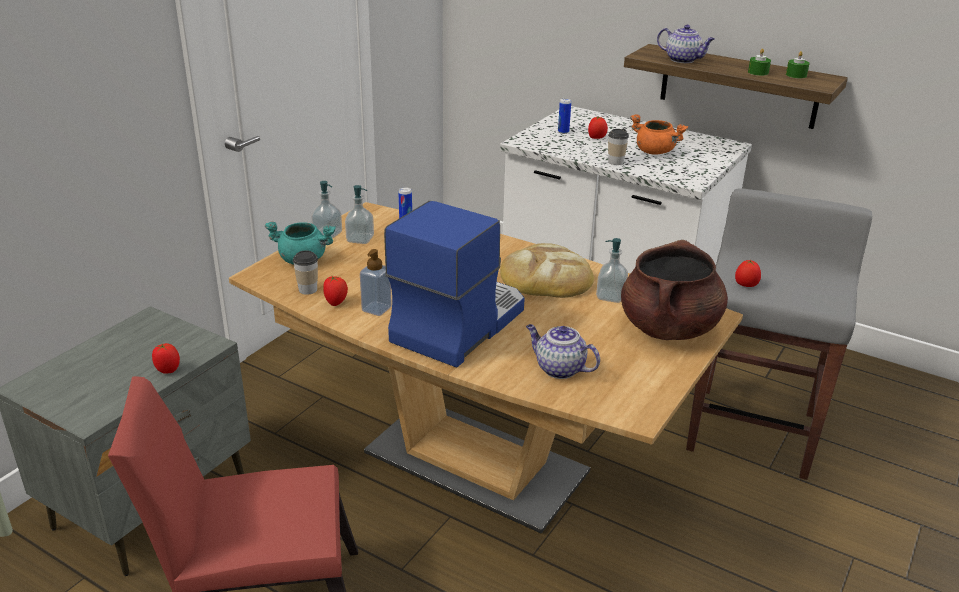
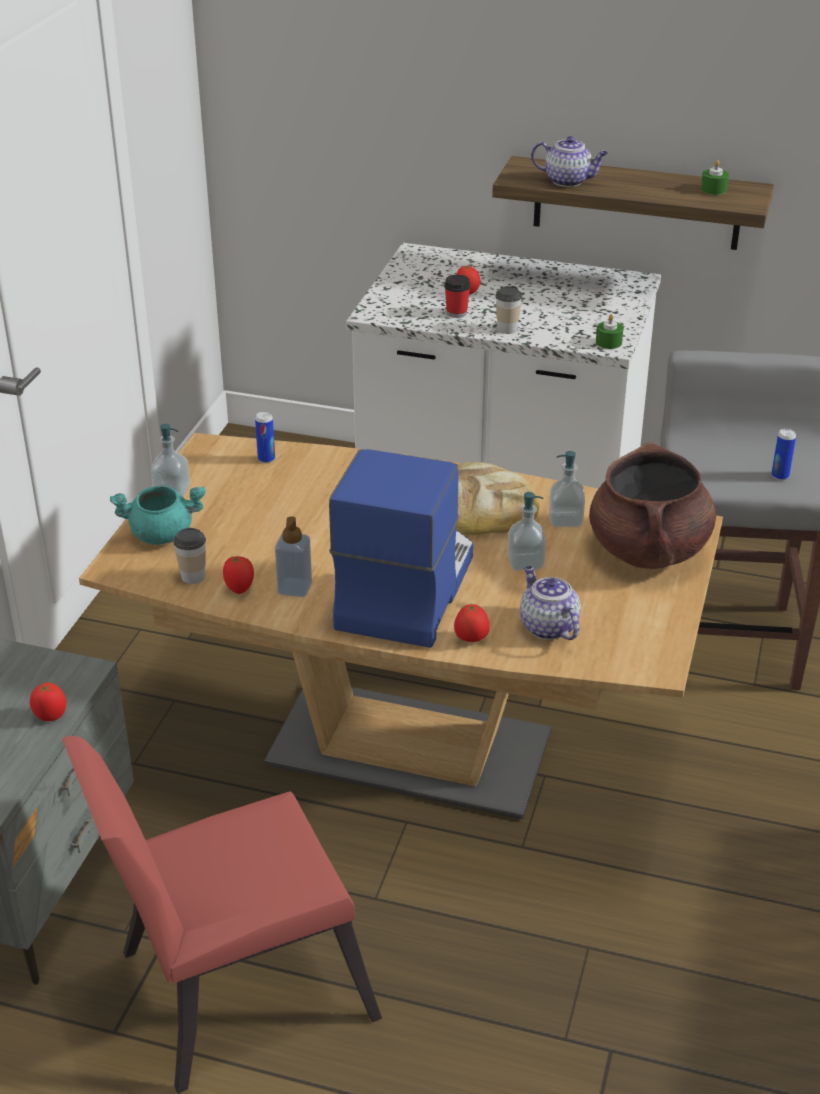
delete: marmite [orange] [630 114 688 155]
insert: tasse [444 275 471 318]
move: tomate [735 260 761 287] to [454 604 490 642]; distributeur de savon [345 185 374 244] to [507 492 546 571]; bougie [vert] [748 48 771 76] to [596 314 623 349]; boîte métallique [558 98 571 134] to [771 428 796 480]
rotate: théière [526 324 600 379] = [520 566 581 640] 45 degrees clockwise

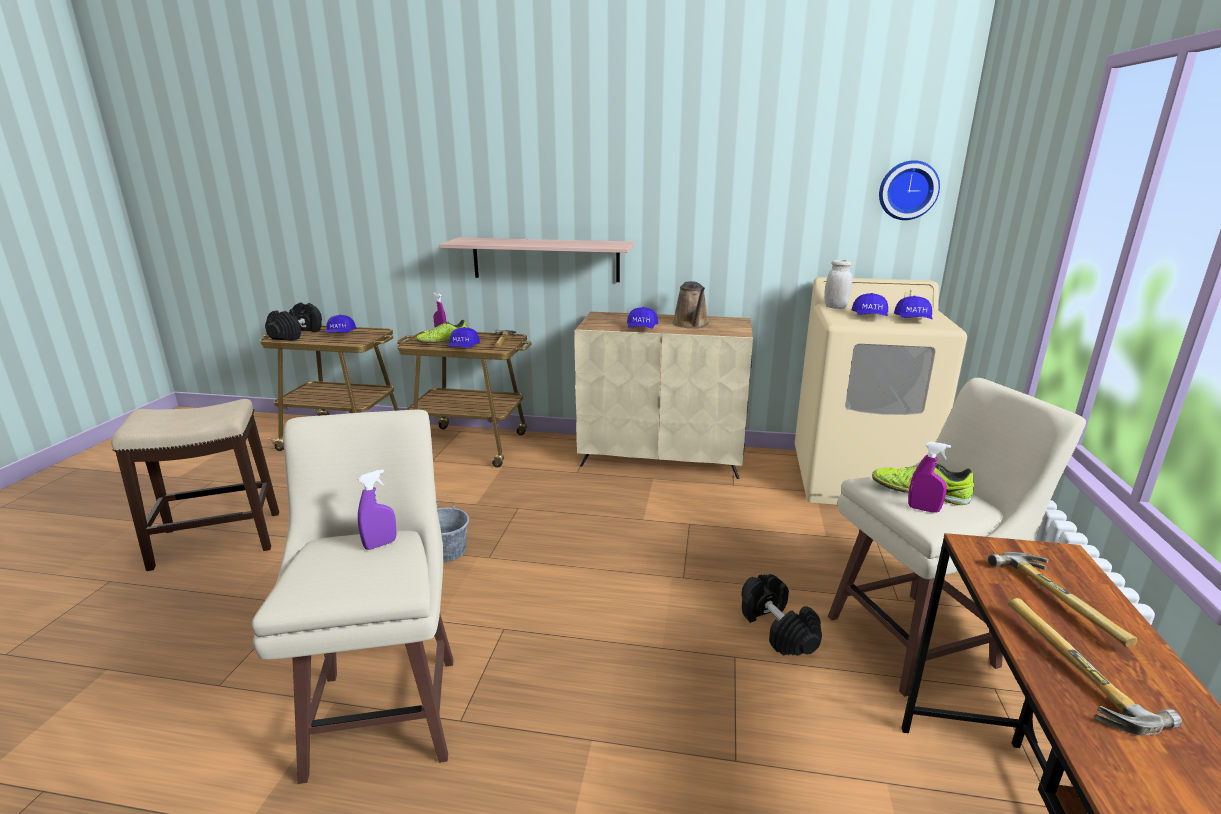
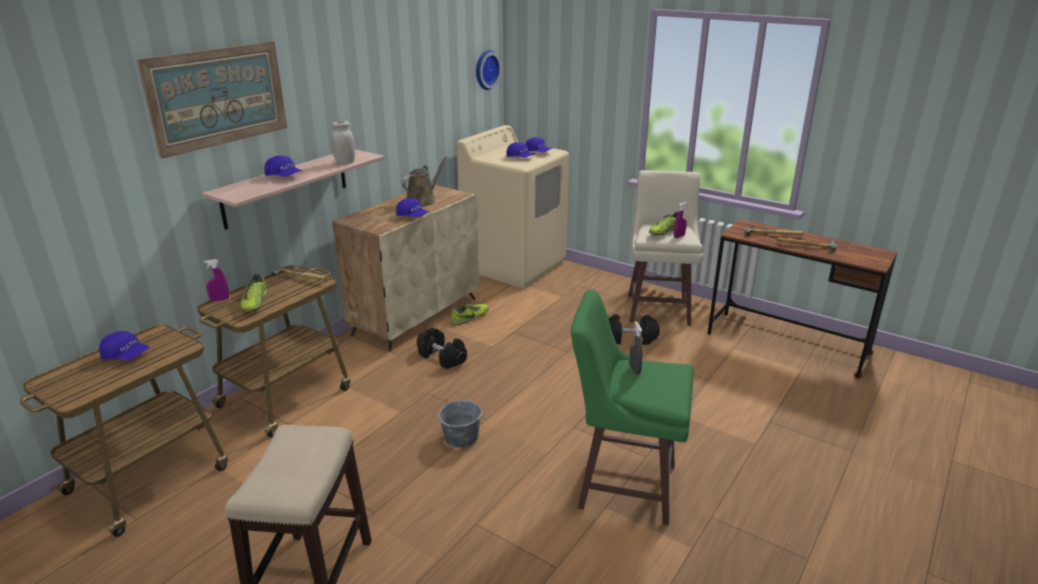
insert: tableau [137 41 287 159]; chaussure [451 304 489 325]
move: casquette [bleu] [447 327 480 348] to [264 156 303 177]; bocal [blanc] [824 260 852 309] to [332 121 355 164]; haltère [noir] [265 302 322 341] to [417 328 467 369]
recolor: tabouret [beige] [252 410 453 784] to tabouret [vert] [571 289 694 525]; vaporisateur [violet] [358 469 397 550] to vaporisateur [gris] [629 321 642 375]
rotate: arrosoir [marron] [673 281 709 328] = [402 156 448 207] 75 degrees counterclockwise

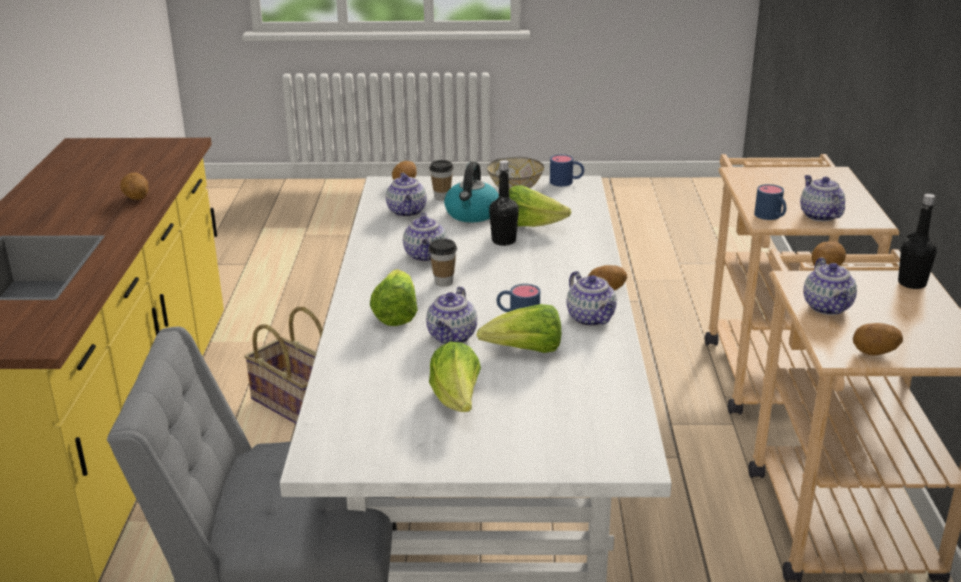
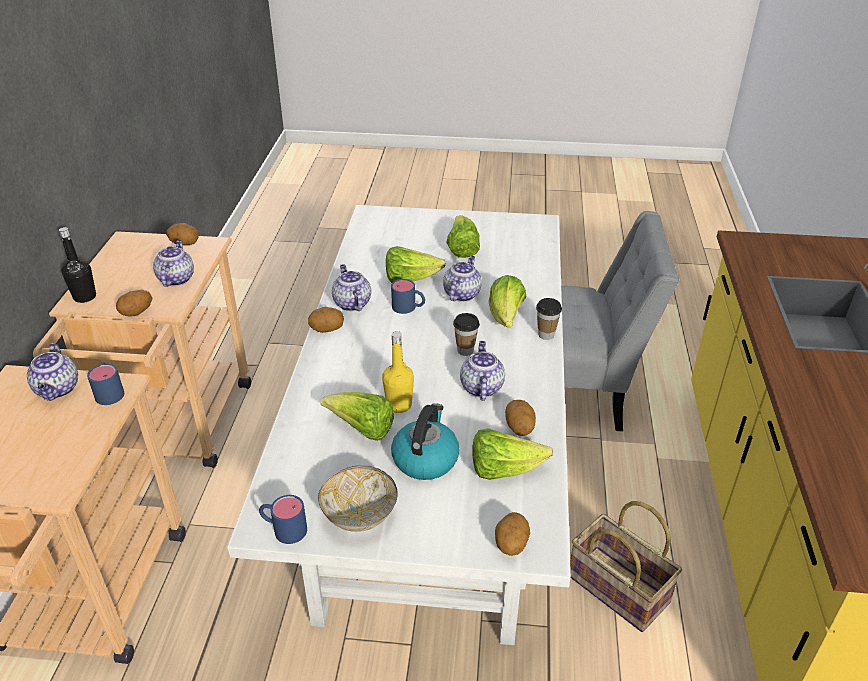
move: pomme de terre [120 172 148 200] to [505 400 536 436]; tasse [429 160 454 201] to [536 298 562 340]
replace: théière [386 173 427 217] to laitue [472 428 553 480]
recolor: bouteille [noir] [489 160 519 246] to bouteille [jaune] [382 331 414 413]

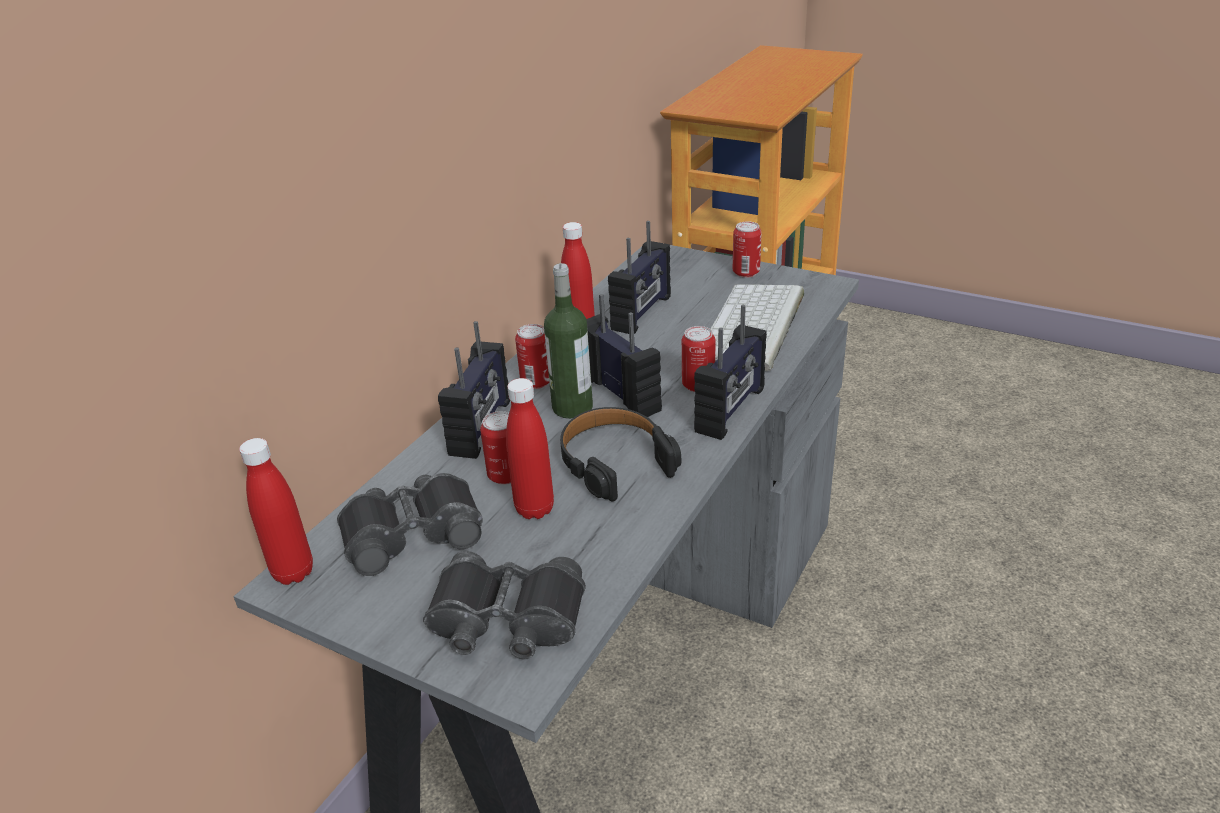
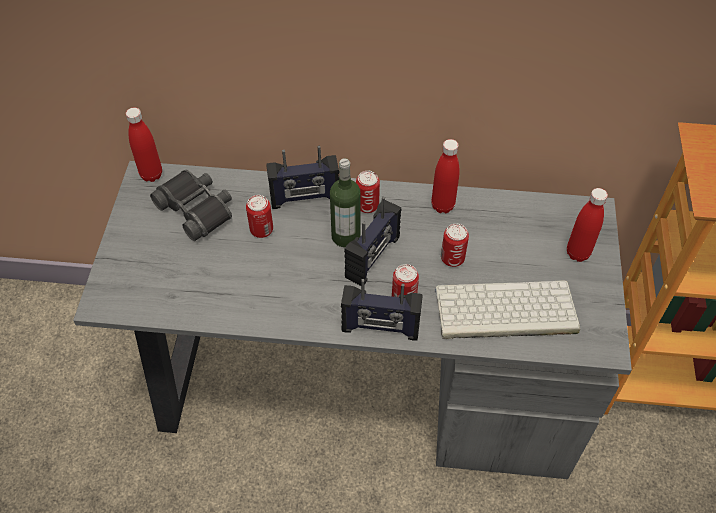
delete: jumelles [noir] [423 551 586 659]; casque audio [noir] [560 407 681 501]; radio [608 221 671 334]
move: boîte métallique [733 221 762 277] to [441 224 469 267]; bouteille [rouge] [506 378 554 519] to [567 188 608 262]

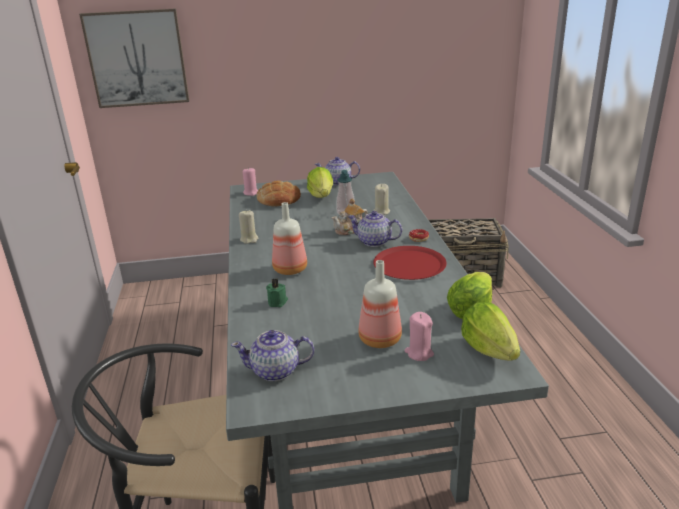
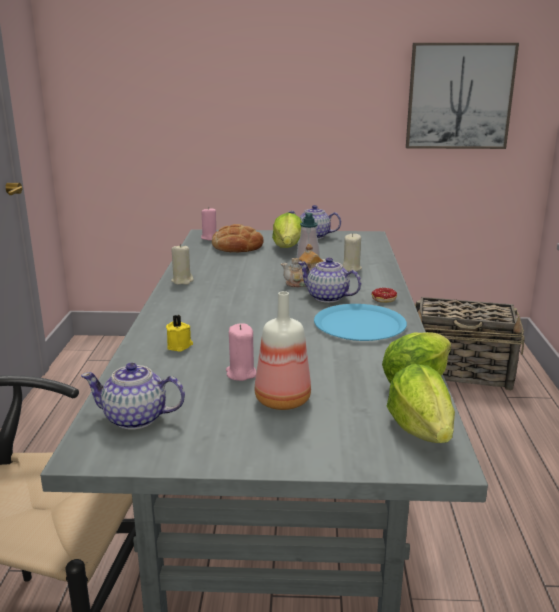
delete: bouteille [272 202 307 275]
move: bougie [rose] [405 312 434 361] to [226 323 256 381]; tableau [79 9 189 108] to [406 43 519 149]
recolor: bougie [vert] [266 278 288 307] to bougie [jaune] [166 315 193 351]; assiette [rouge] [373 246 447 280] to assiette [bleu] [314 304 407 341]

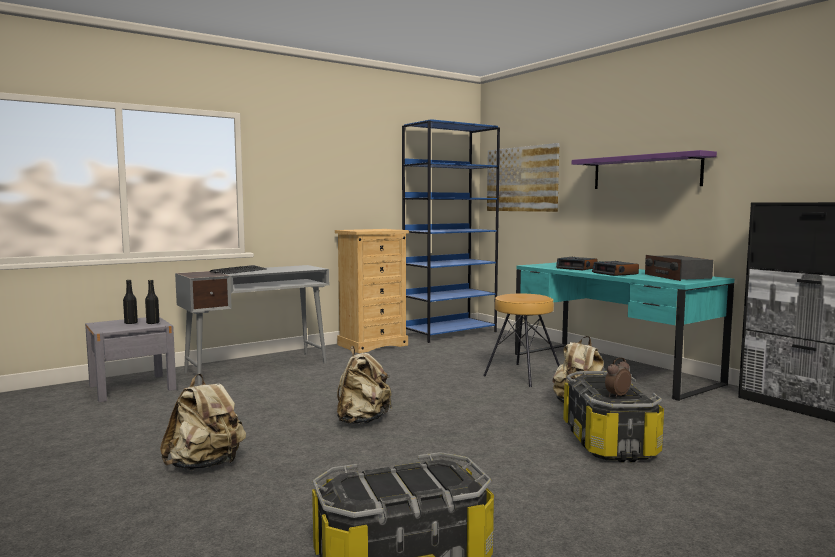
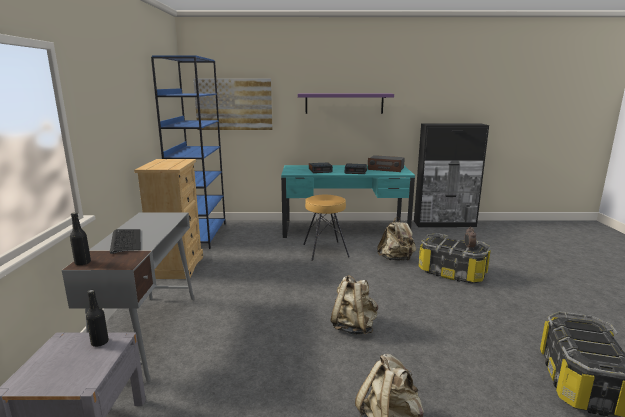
move: bouteille [noir] [123 280 138 324] to [70 212 91 265]

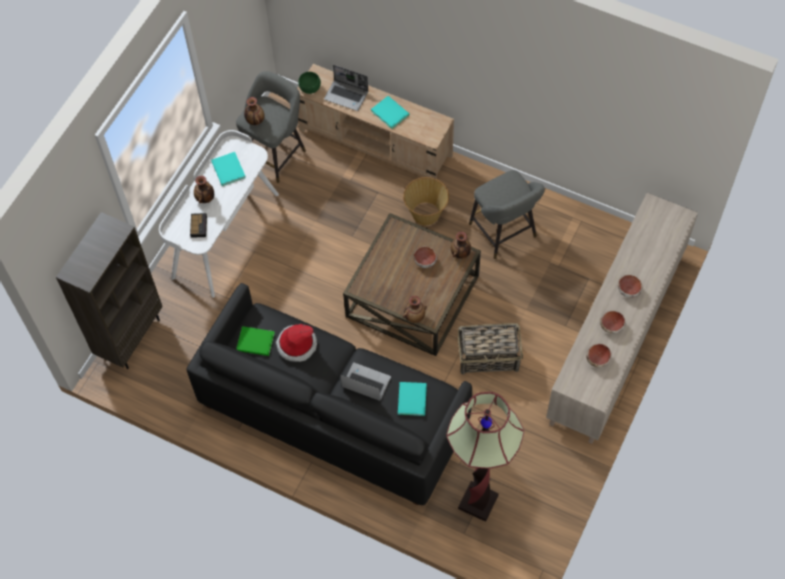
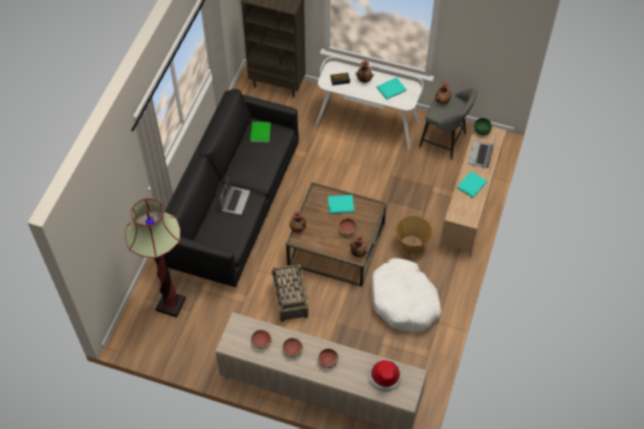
move: livre [turquoise] [398 382 427 416] to [328 195 354 214]; chapeau [276 324 317 362] to [368 359 402 392]
replace: tabouret [gris] [469 170 545 259] to panier pour chien [blanc] [371 258 441 333]

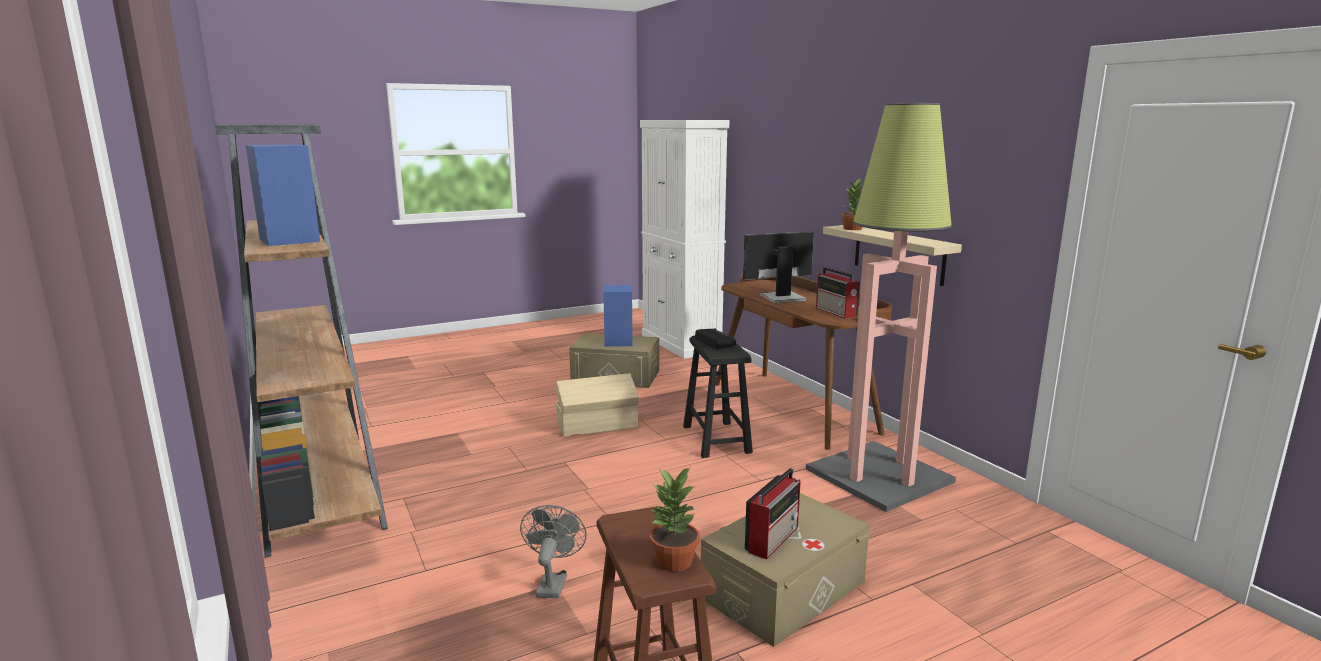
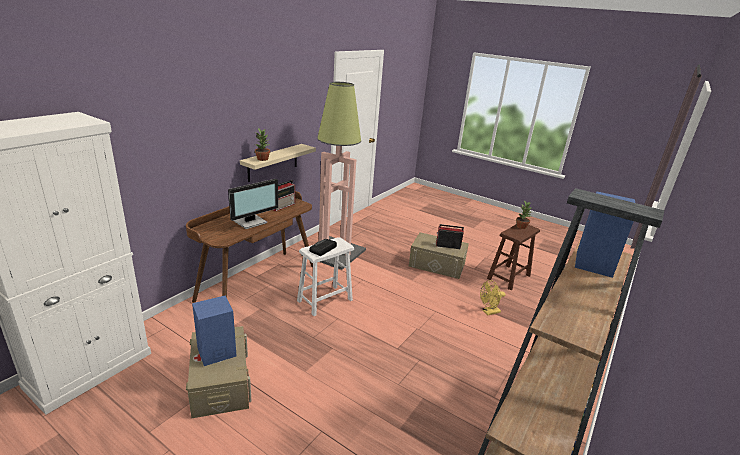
delete: boîte de rangement [beige] [556 373 639 437]
recolor: tabouret [noir] [683 336 753 458] to tabouret [blanc] [297 237 354 316]; ventilateur [gris] [520 505 587 598] to ventilateur [jaune] [480 280 506 315]
rotate: écran d'ordinateur [743 232 814 303] = [228 179 278 229] 90 degrees counterclockwise

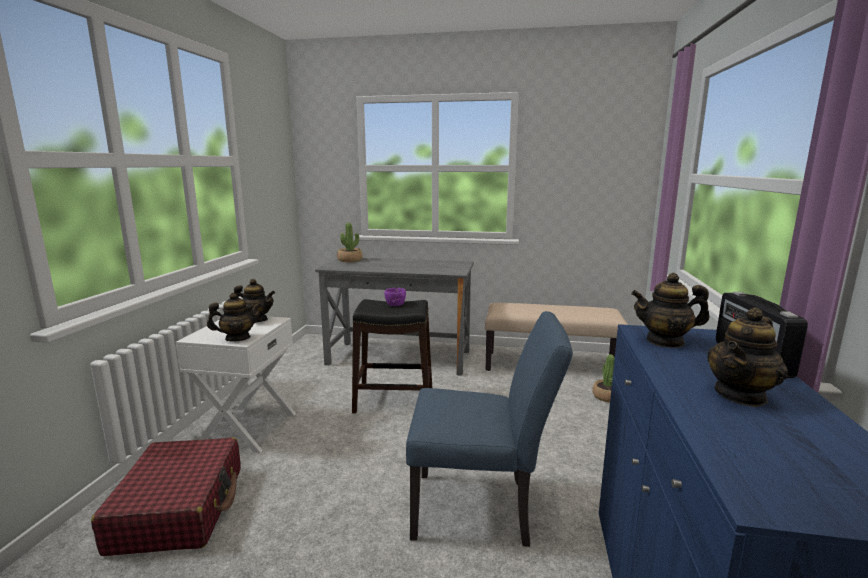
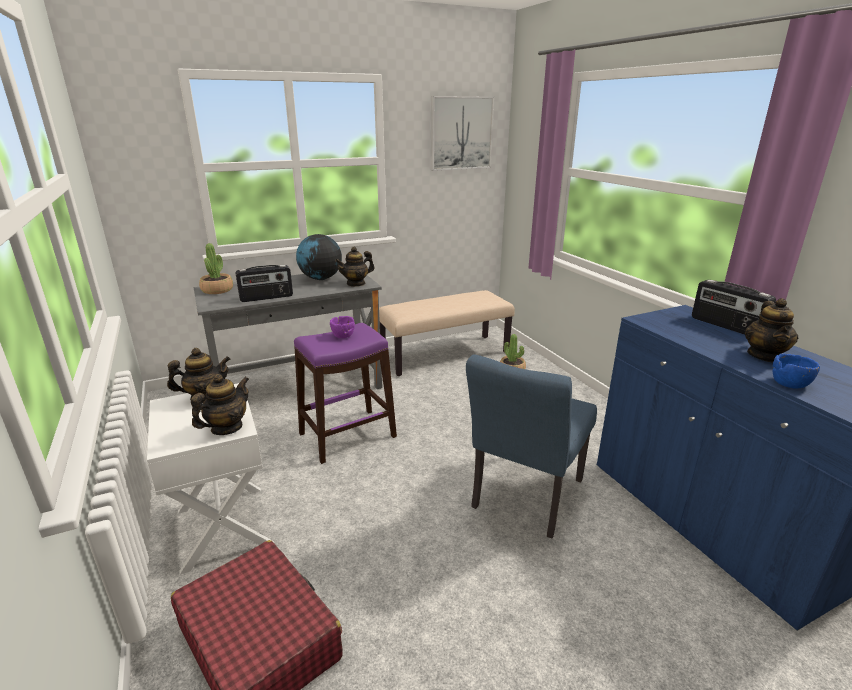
insert: radio [235 265 293 302]; globe [296 234 342 280]; tableau [431 96 494 171]; bol [bleu] [773 353 820 389]
move: théière [631 273 709 348] to [335 247 374 287]
recolor: tabouret [noir] [352 299 432 413] to tabouret [violet] [294 323 397 464]
rotate: chaise [bleu] [406 311 573 547] = [466 354 597 538] 150 degrees clockwise

